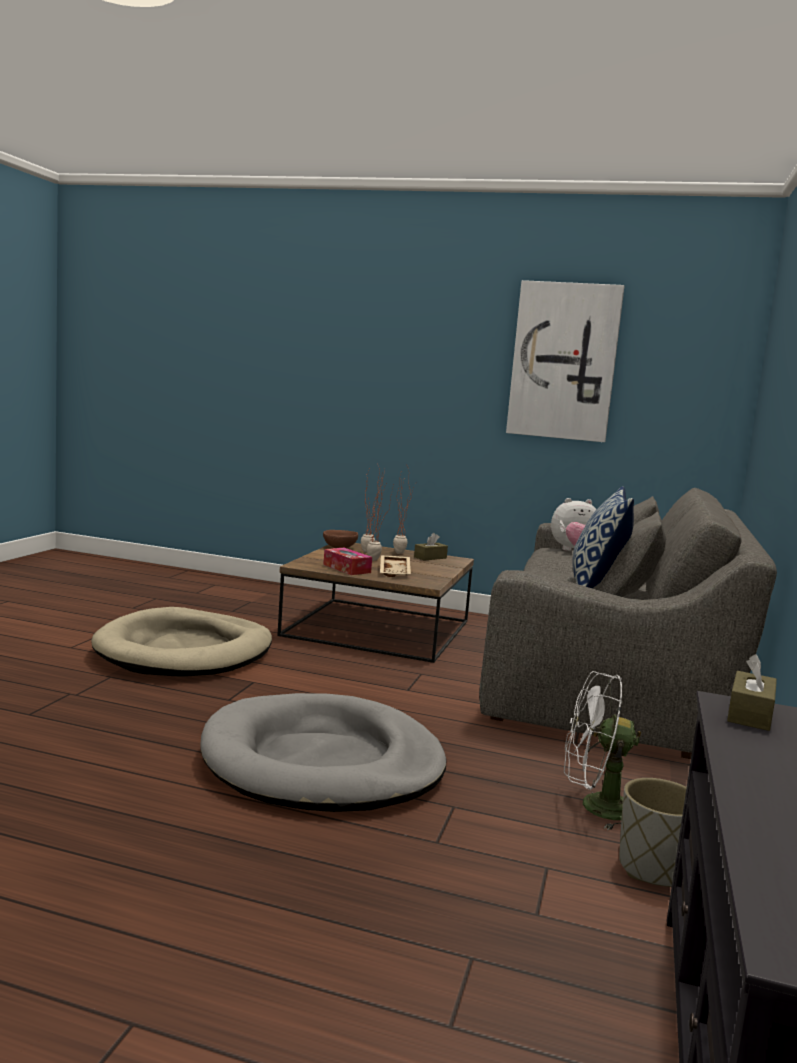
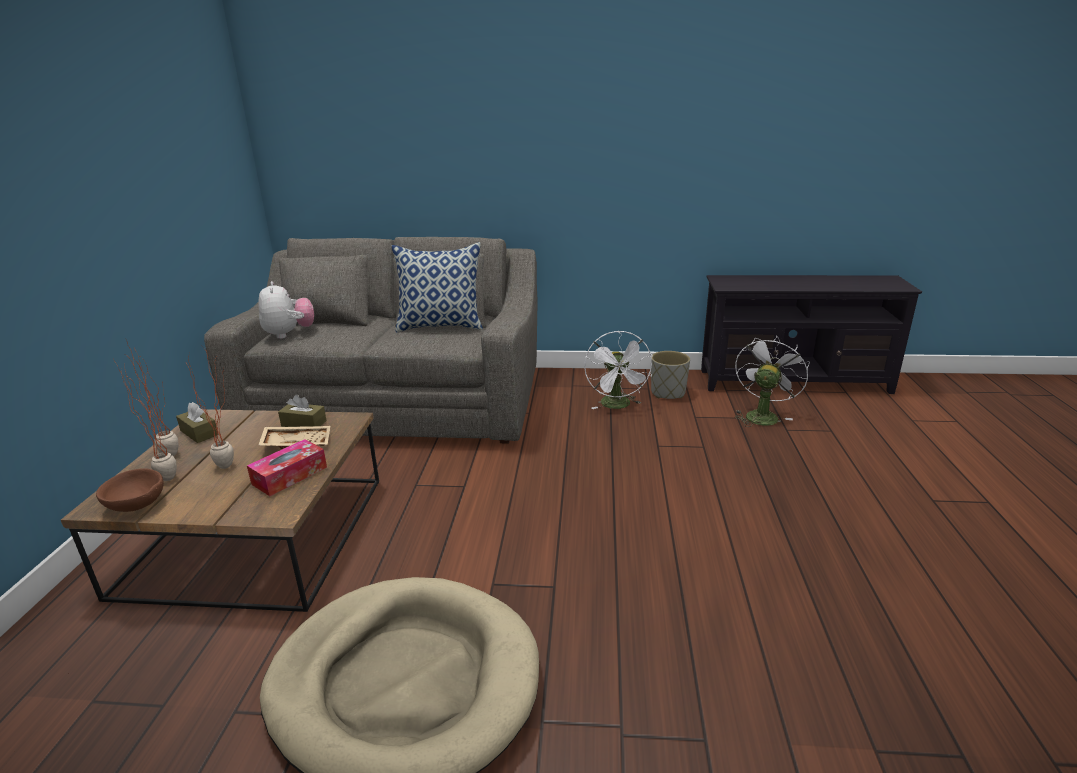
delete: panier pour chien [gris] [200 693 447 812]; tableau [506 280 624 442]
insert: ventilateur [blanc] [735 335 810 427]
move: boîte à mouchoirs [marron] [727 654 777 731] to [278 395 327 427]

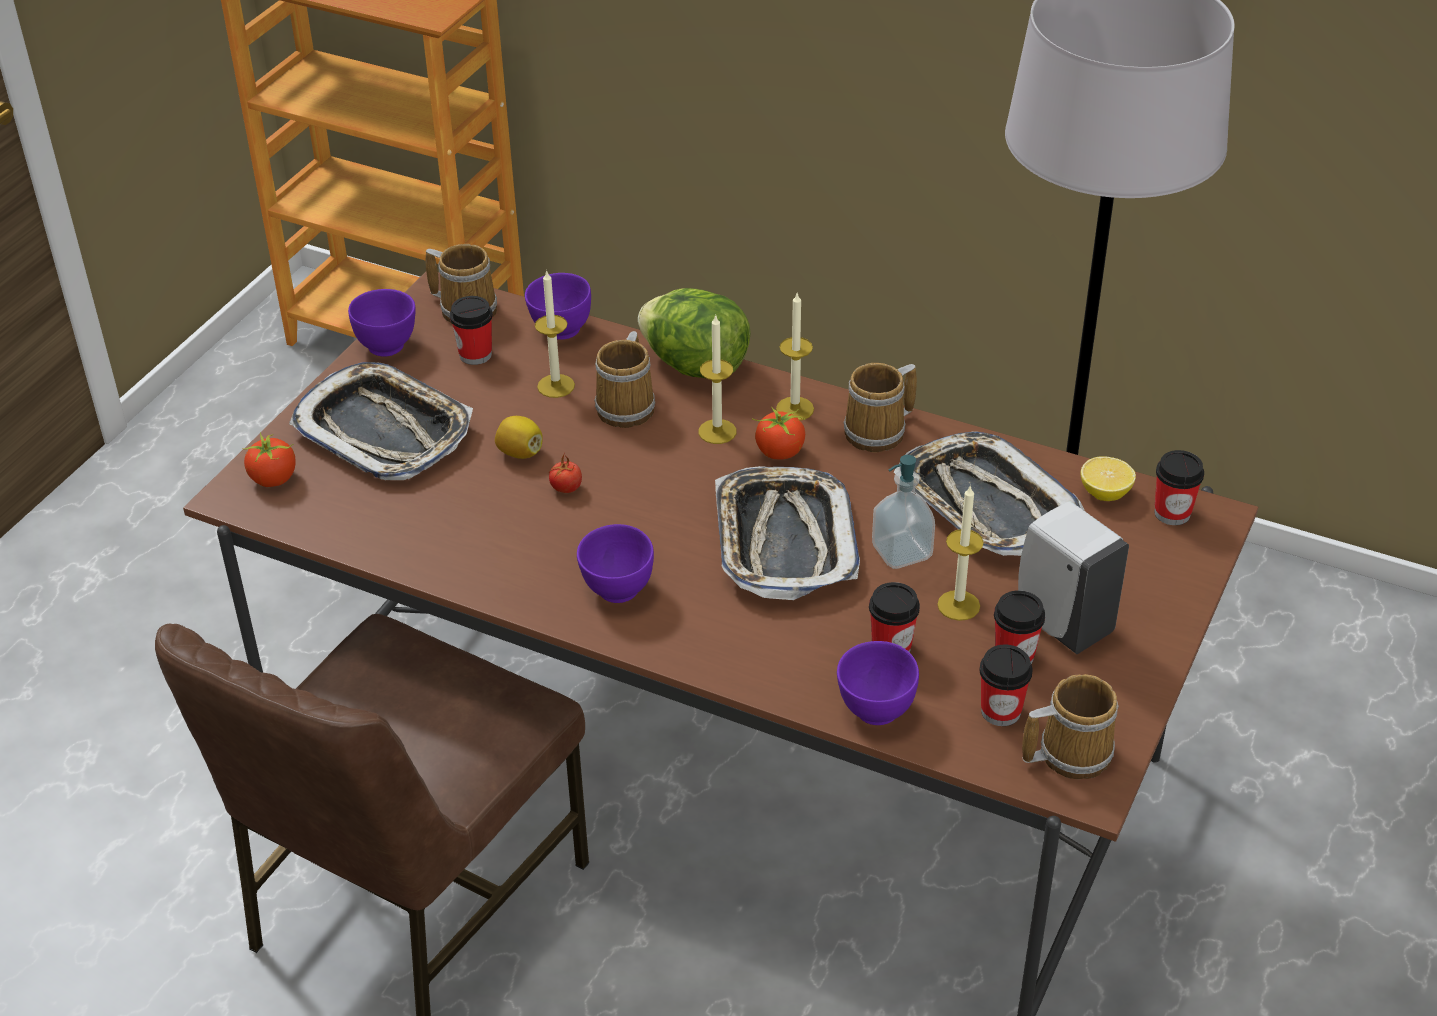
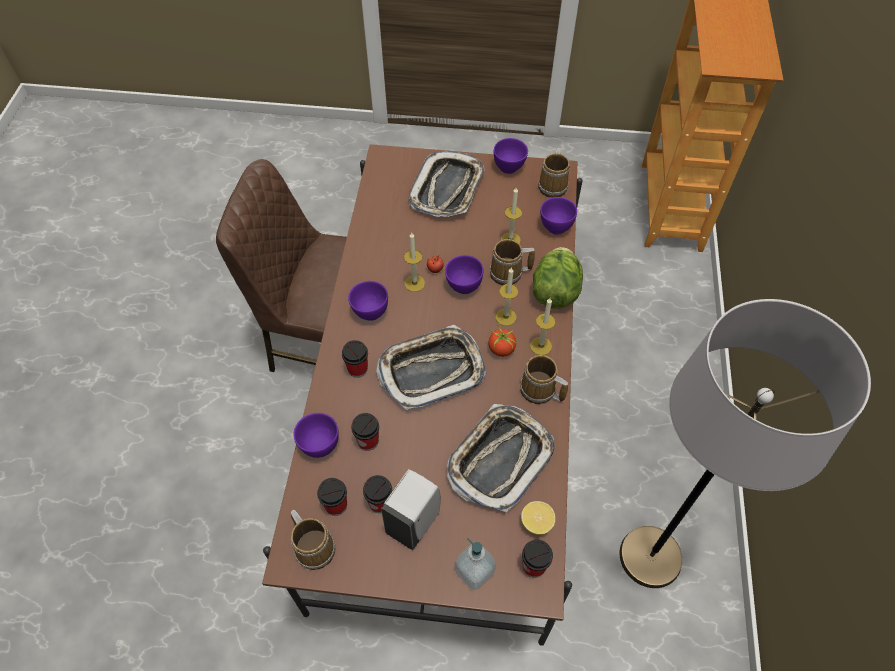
delete: tomate [242 432 296 487]; citron [495 416 543 459]
insert: bol [violet] [445 255 483 294]
move: tasse [450 296 493 365] to [342 340 368 378]; bougie [937 486 984 621] to [404 233 425 292]; distributeur de savon [872 455 935 569] to [455 538 496 590]

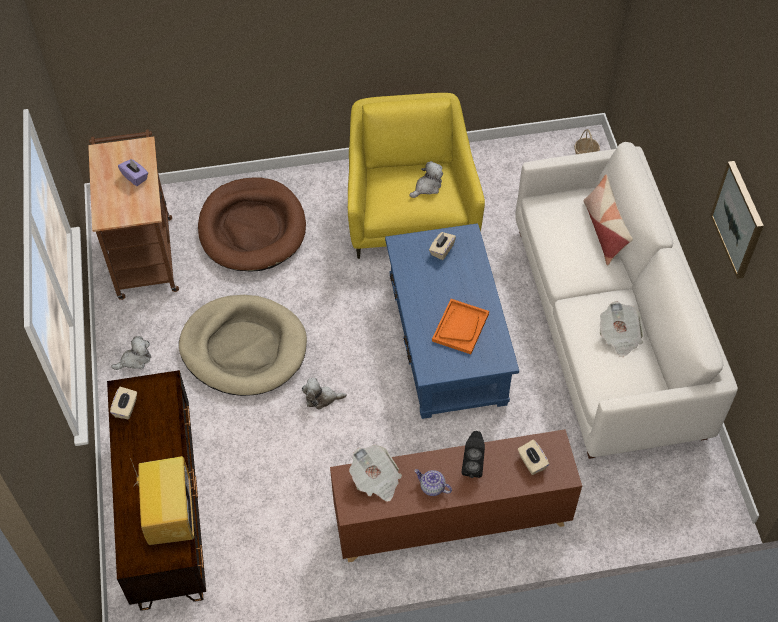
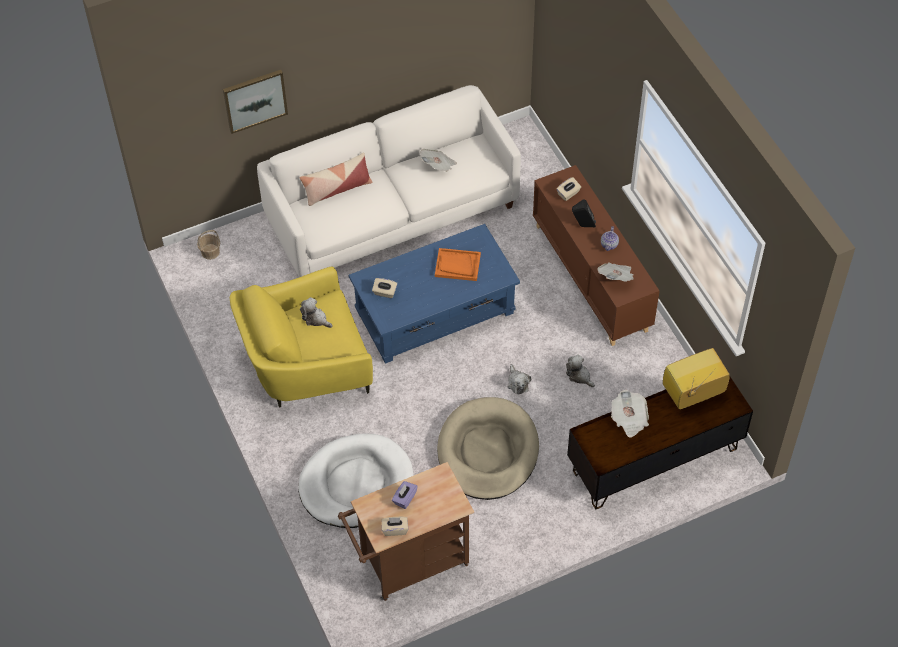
insert: journal [611 390 649 438]
move: tableau [710 161 764 279] to [223 70 288 134]; boîte à mouchoirs [beige] [110 387 137 419] to [382 517 408 536]; peluche [111 336 151 370] to [566 355 595 387]
recolor: panier pour chien [marron] [198 177 306 271] to panier pour chien [blanc] [298 434 413 528]

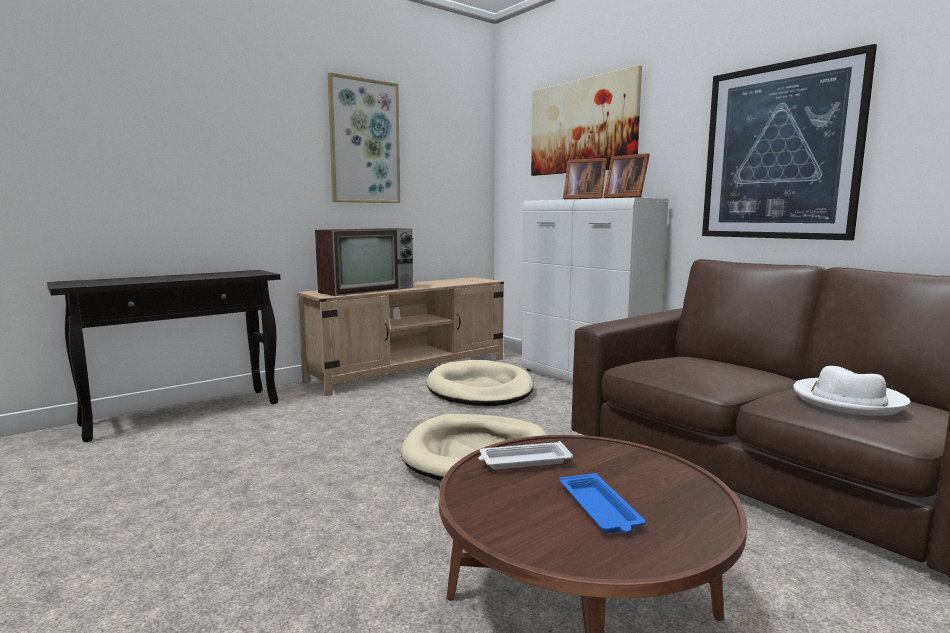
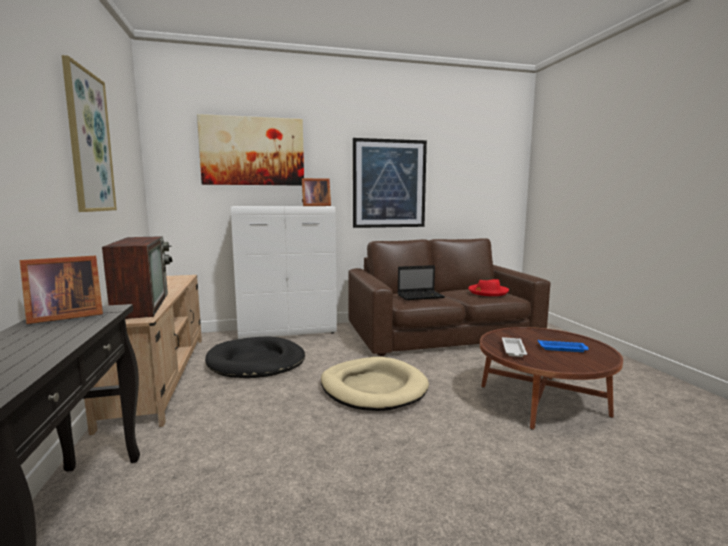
insert: ordinateur portable [398 265 445 300]
move: cadre photo [563 158 607 199] to [20 255 103 324]
recolor: panier pour chien [beige] [426 360 534 406] to panier pour chien [noir] [205 337 305 378]; chapeau [blanc] [793 366 911 416] to chapeau [rouge] [468 279 509 296]

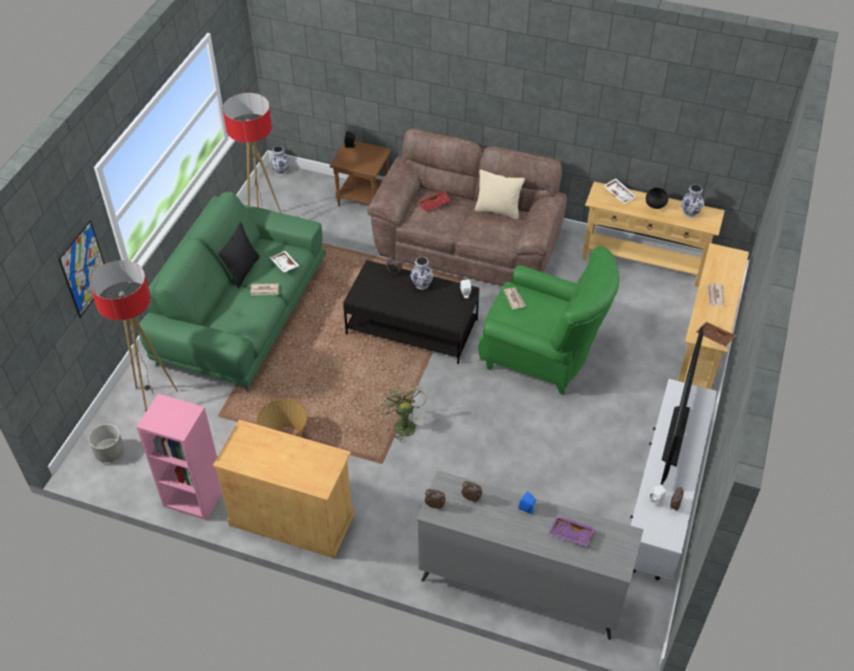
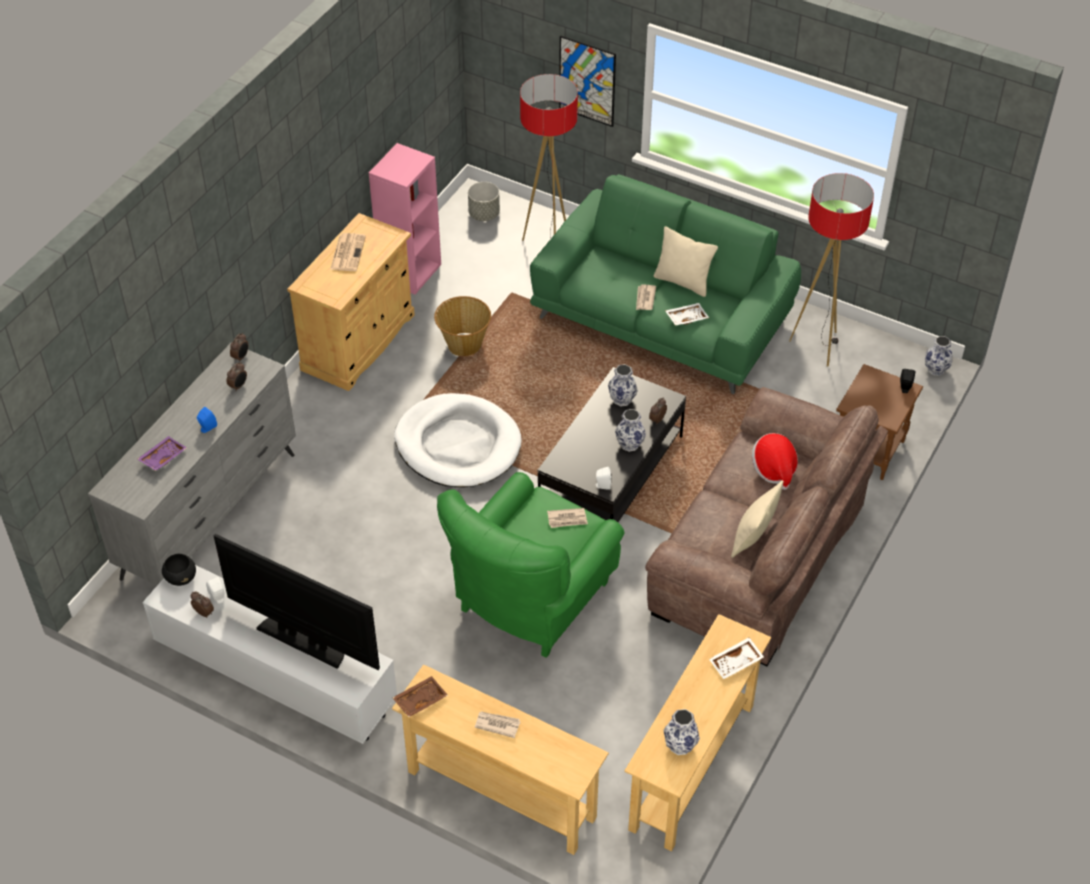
insert: journal [330 233 366 271]; vase [608 364 638 407]
move: bol [noir] [646 188 668 209] to [162 554 196 586]
replace: ventilateur [vert] [379 383 427 443] to panier pour chien [blanc] [394 393 522 487]; plateau [rouge] [418 190 451 212] to chapeau [752 433 798 490]
recolor: coussin [noir] [218 222 260 288] to coussin [beige] [654 227 718 297]

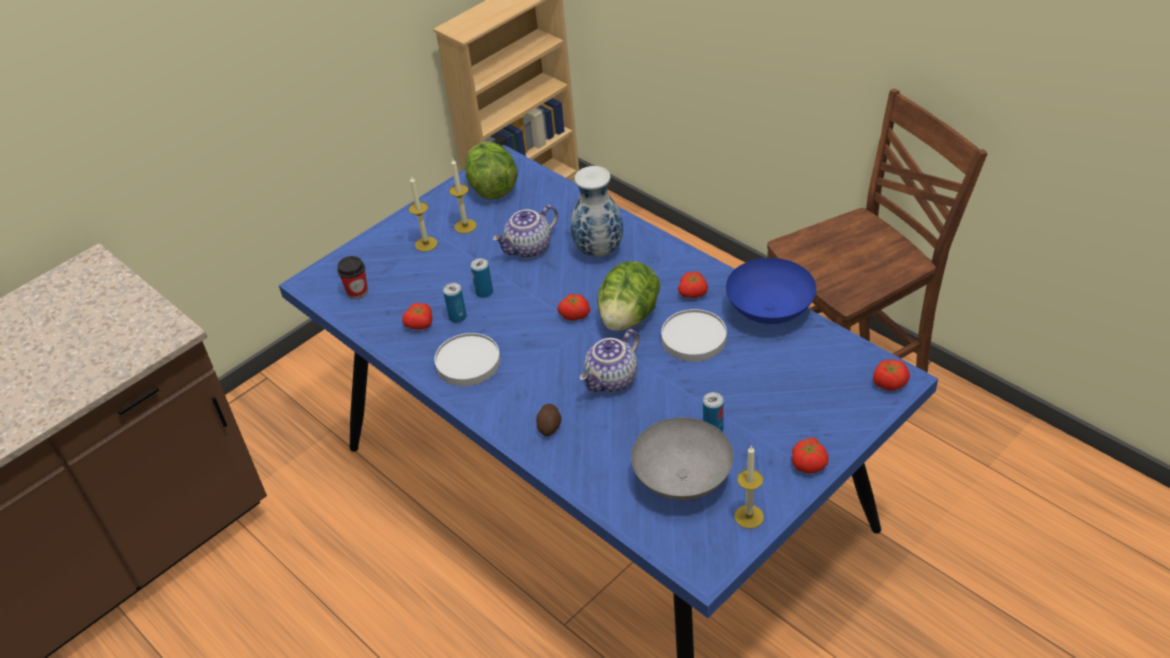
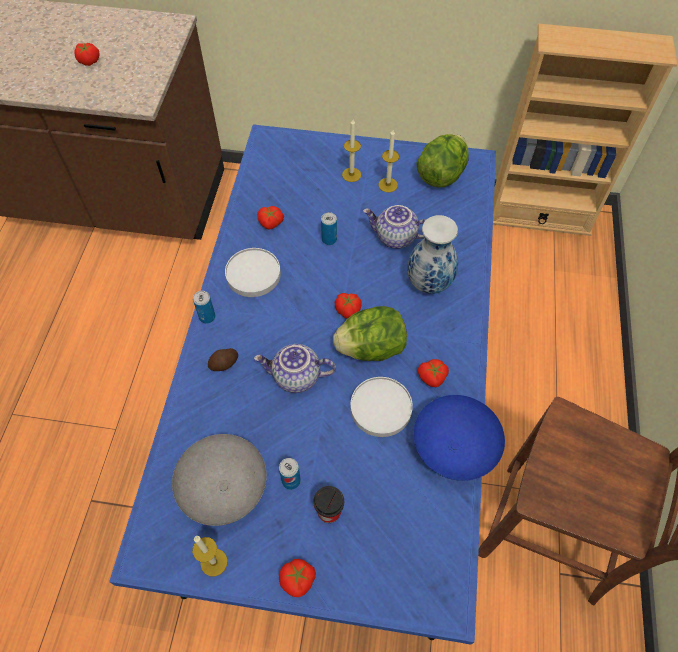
move: tomate [873 360 910 391] to [74 43 99 66]; boîte métallique [443 283 467 323] to [193 291 215 324]; tasse [337 256 368 299] to [313 486 344 523]

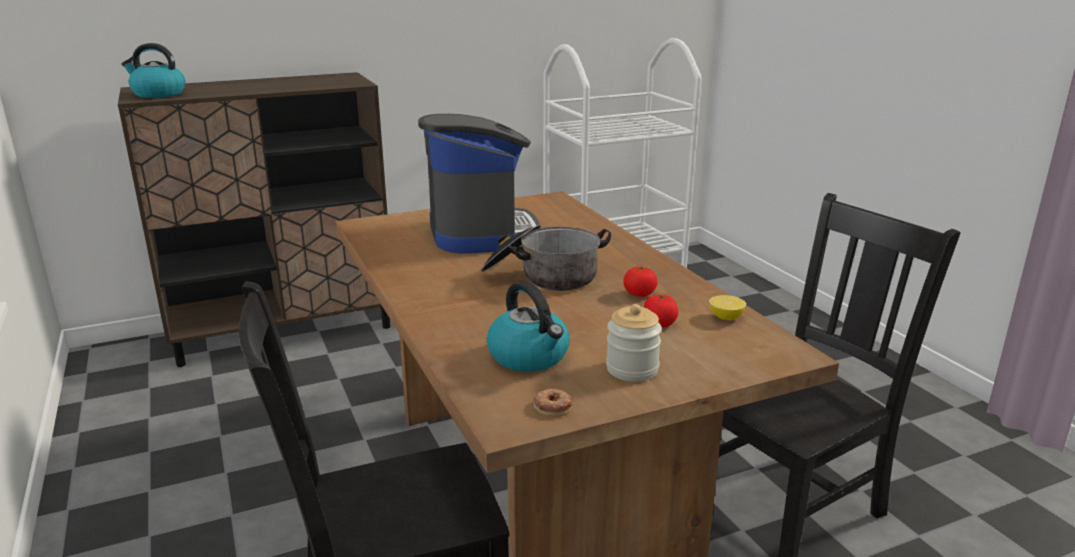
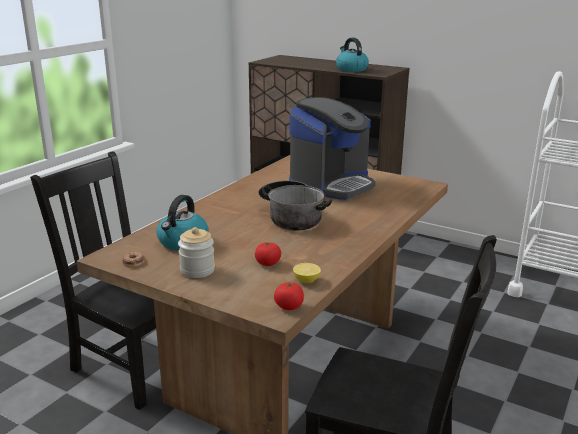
move: tomate [623 266 657 297] to [274 282 304 310]; bouilloire [122 43 186 98] to [336 38 369 72]

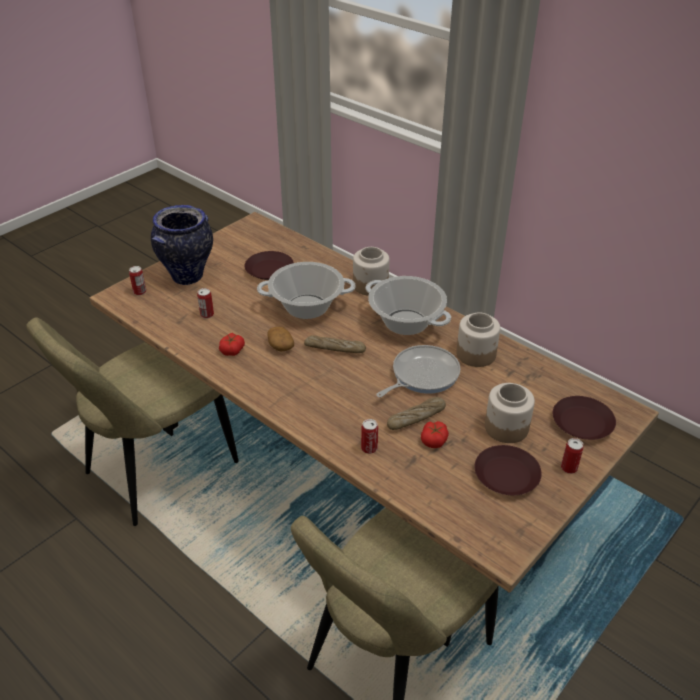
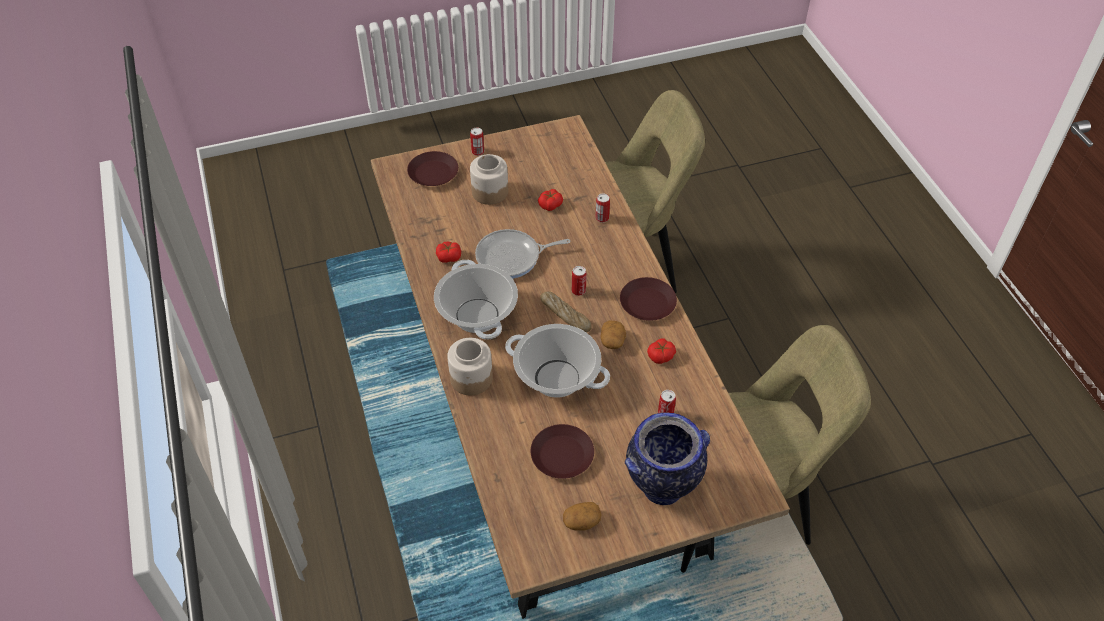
delete: pain [387 397 446 430]
insert: pomme de terre [563 502 602 531]
move: boîte métallique [129 266 146 295] to [572 266 587 296]; assiette [marron] [474 445 542 495] to [620 277 677 321]
replace: bocal [456 312 500 367] to tomate [436 242 461 263]

